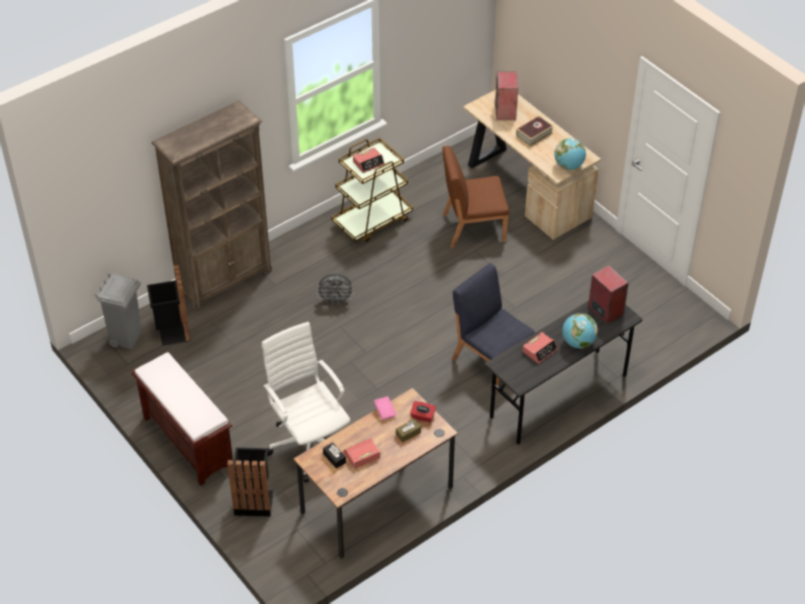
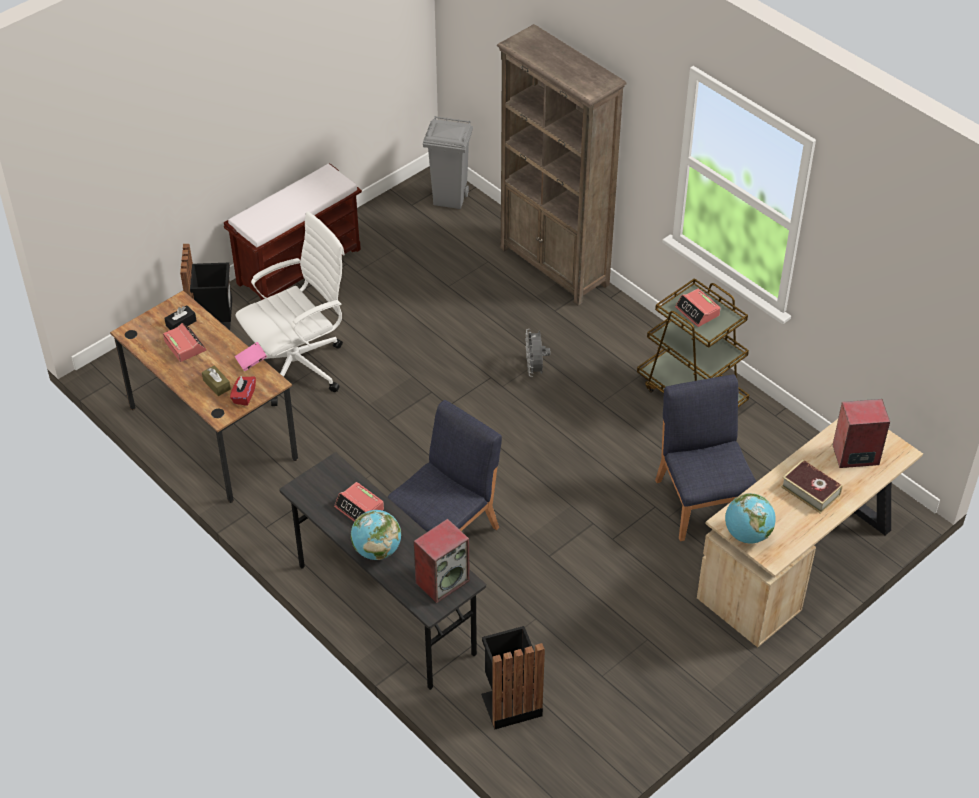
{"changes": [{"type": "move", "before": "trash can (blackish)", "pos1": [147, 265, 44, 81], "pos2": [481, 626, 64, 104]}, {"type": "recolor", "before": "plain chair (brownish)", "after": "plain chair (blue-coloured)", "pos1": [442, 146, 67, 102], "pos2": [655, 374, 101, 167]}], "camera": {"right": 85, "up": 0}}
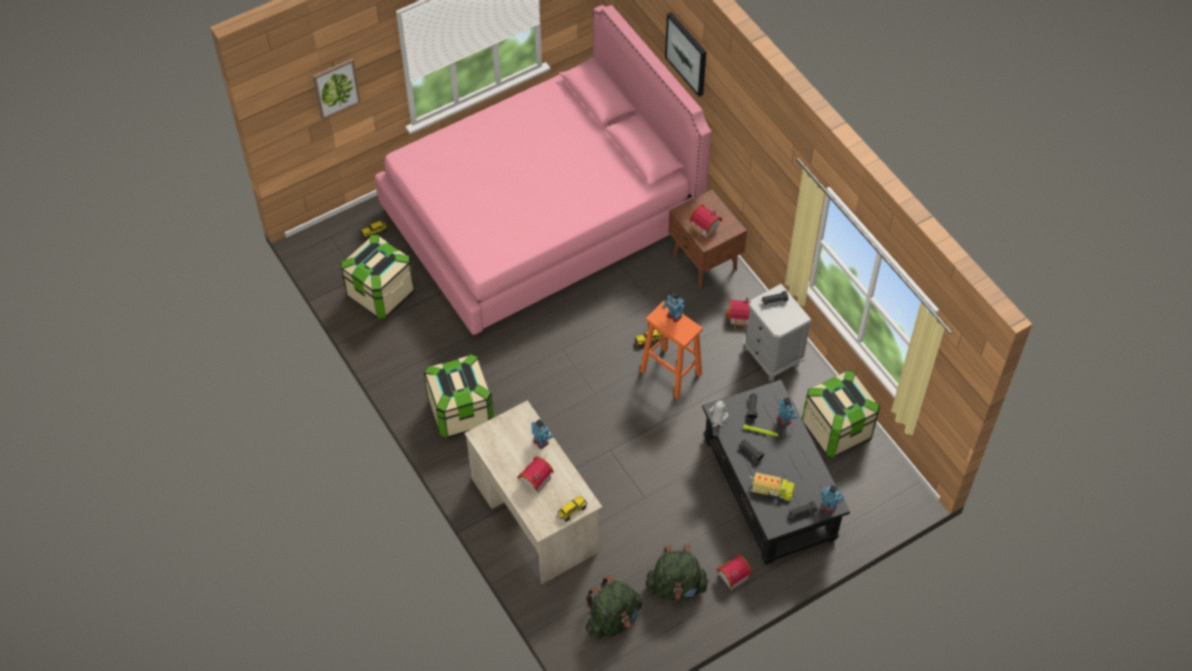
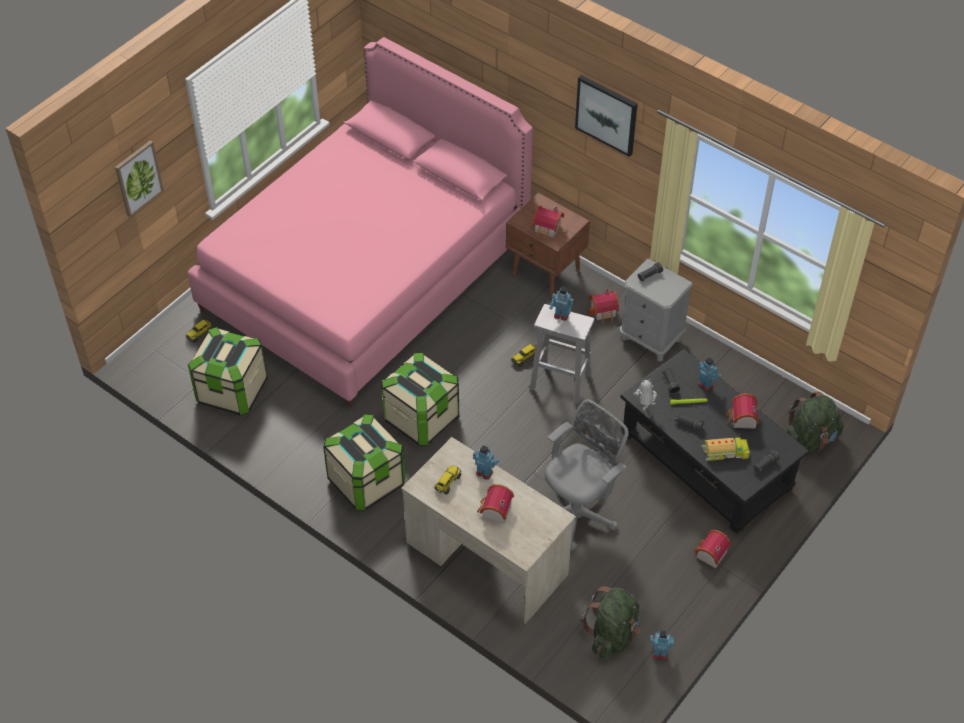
{"changes": [{"type": "move", "before": "model truck", "pos1": [557, 496, 30, 26], "pos2": [434, 465, 27, 30]}, {"type": "recolor", "before": "stool seat (orange-coloured)", "after": "stool seat (whitish)", "pos1": [640, 301, 63, 98], "pos2": [530, 304, 65, 100]}, {"type": "move", "before": "backpack (greenish)", "pos1": [646, 545, 64, 56], "pos2": [786, 391, 58, 62]}, {"type": "move", "before": "wall picture", "pos1": [665, 12, 41, 85], "pos2": [575, 75, 62, 82]}, {"type": "move", "before": "storage bin", "pos1": [802, 370, 78, 88], "pos2": [382, 353, 77, 93]}, {"type": "move", "before": "toy robot", "pos1": [820, 485, 24, 28], "pos2": [650, 630, 24, 30]}, {"type": "insert", "after": "computer chair (grey)", "pos2": [545, 399, 84, 152]}, {"type": "insert", "after": "miniature house", "pos2": [726, 393, 33, 36]}], "camera": {"right": -20, "up": -5}}
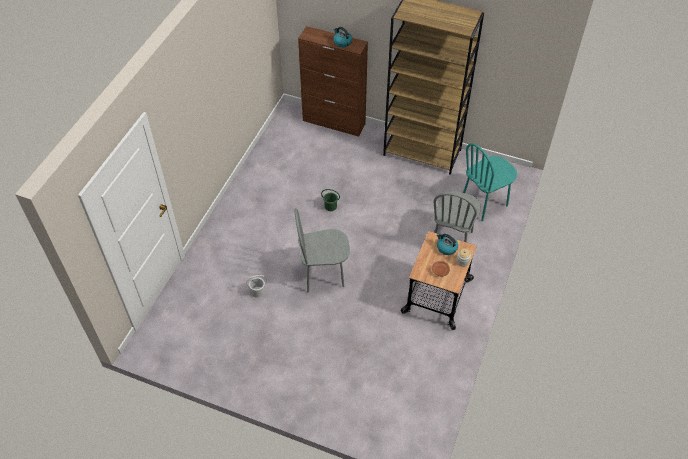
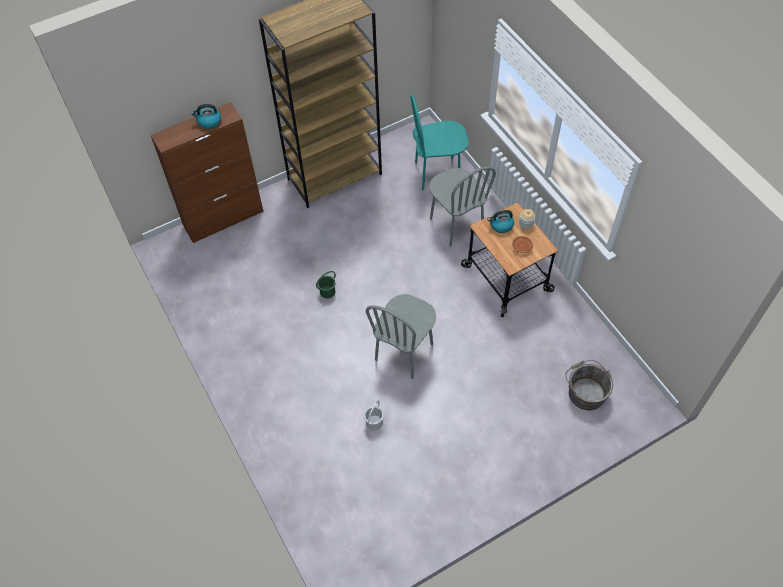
{"changes": [{"type": "rotate", "before": "plain chair (turquoise-coloured)", "pos1": [463, 143, 54, 78], "pos2": [411, 94, 58, 97], "turn": 75}, {"type": "insert", "after": "pail (grey)", "pos2": [565, 360, 48, 50]}], "camera": {"right": -50, "up": 5}}
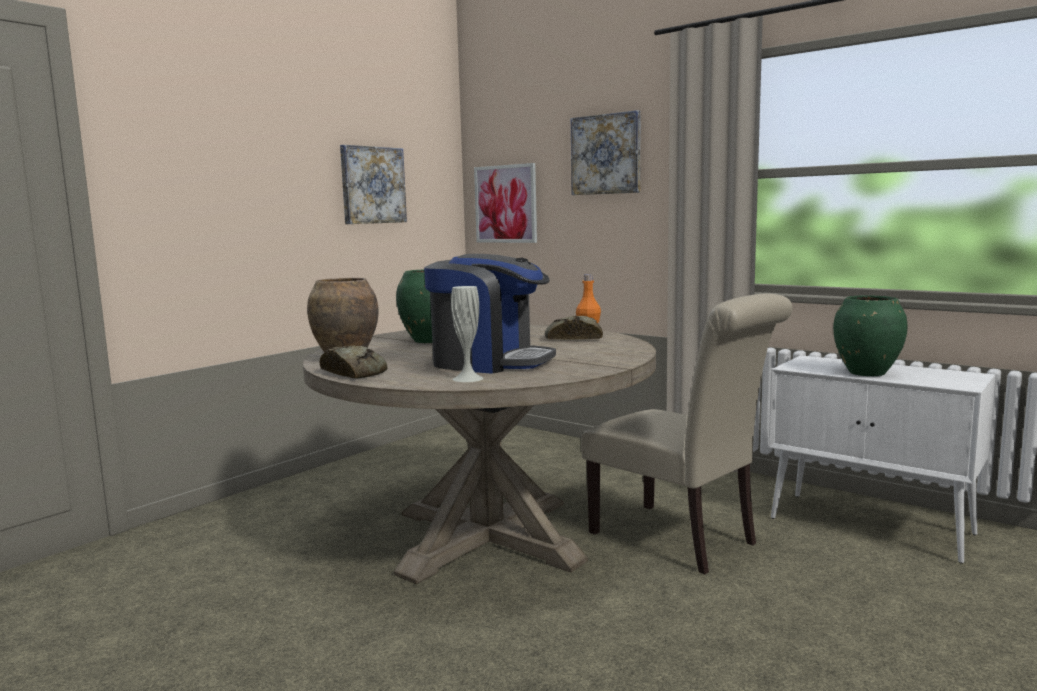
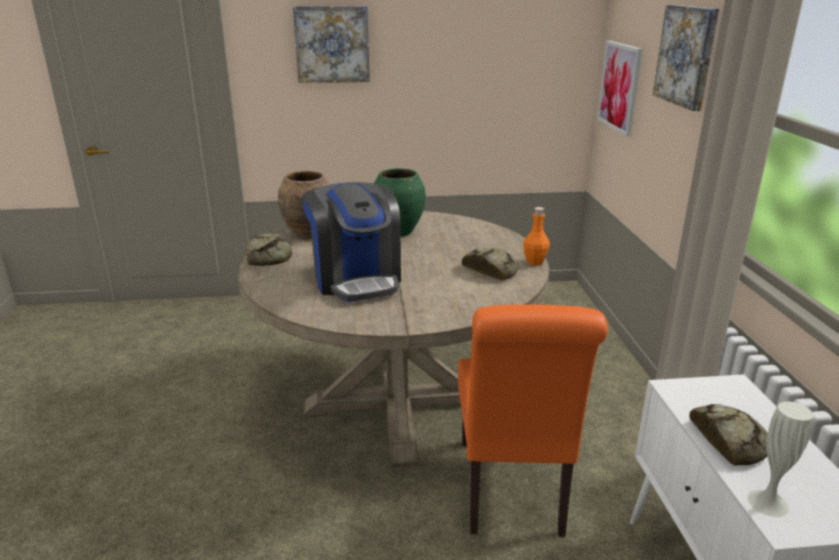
{"changes": [{"type": "move", "before": "wall picture", "pos1": [340, 145, 67, 79], "pos2": [293, 6, 77, 77]}, {"type": "move", "before": "vase (whitish)", "pos1": [451, 286, 32, 96], "pos2": [747, 401, 66, 116]}, {"type": "recolor", "before": "plain chair (beige)", "after": "plain chair (orange-coloured)", "pos1": [581, 294, 212, 280], "pos2": [458, 305, 150, 232]}, {"type": "replace", "before": "vase (greenish)", "after": "baked bread", "pos1": [833, 295, 75, 81], "pos2": [689, 404, 79, 62]}], "camera": {"right": 45, "up": 15}}
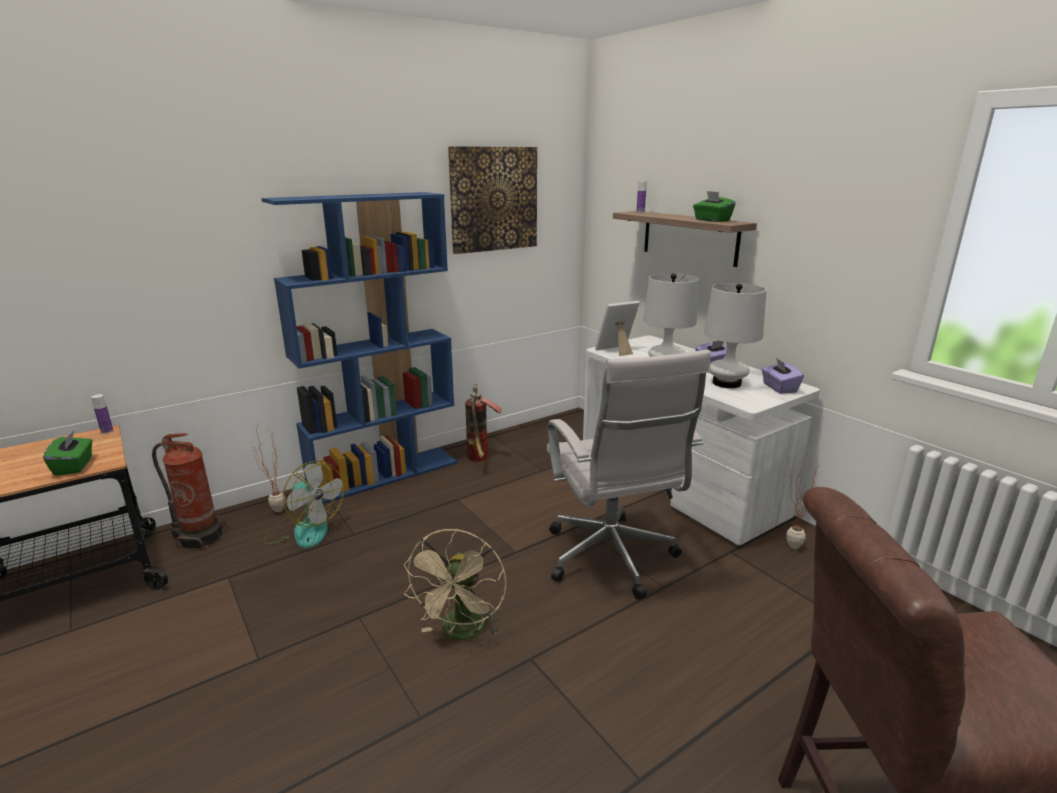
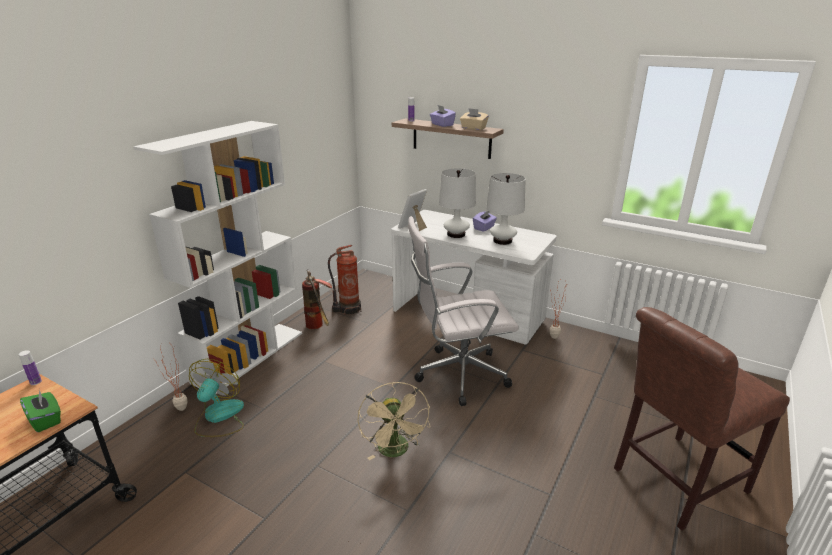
{"changes": [{"type": "move", "before": "fire extinguisher", "pos1": [152, 433, 74, 116], "pos2": [328, 245, 33, 70]}, {"type": "recolor", "before": "bookshelf (blue-coloured)", "after": "bookshelf (whitish)", "pos1": [262, 192, 195, 312], "pos2": [133, 121, 169, 273]}, {"type": "rotate", "before": "electric fan", "pos1": [264, 460, 80, 89], "pos2": [189, 359, 55, 78], "turn": -90}, {"type": "delete", "before": "wall picture", "pos1": [448, 146, 89, 108]}, {"type": "rotate", "before": "computer chair (whitish)", "pos1": [547, 350, 164, 250], "pos2": [408, 216, 111, 190], "turn": 120}, {"type": "recolor", "before": "box of tissues (greenish)", "after": "box of tissues (beige)", "pos1": [693, 191, 43, 31], "pos2": [460, 108, 29, 22]}, {"type": "move", "before": "box of tissues (purple)", "pos1": [762, 359, 42, 35], "pos2": [430, 105, 26, 22]}], "camera": {"right": -25, "up": 5}}
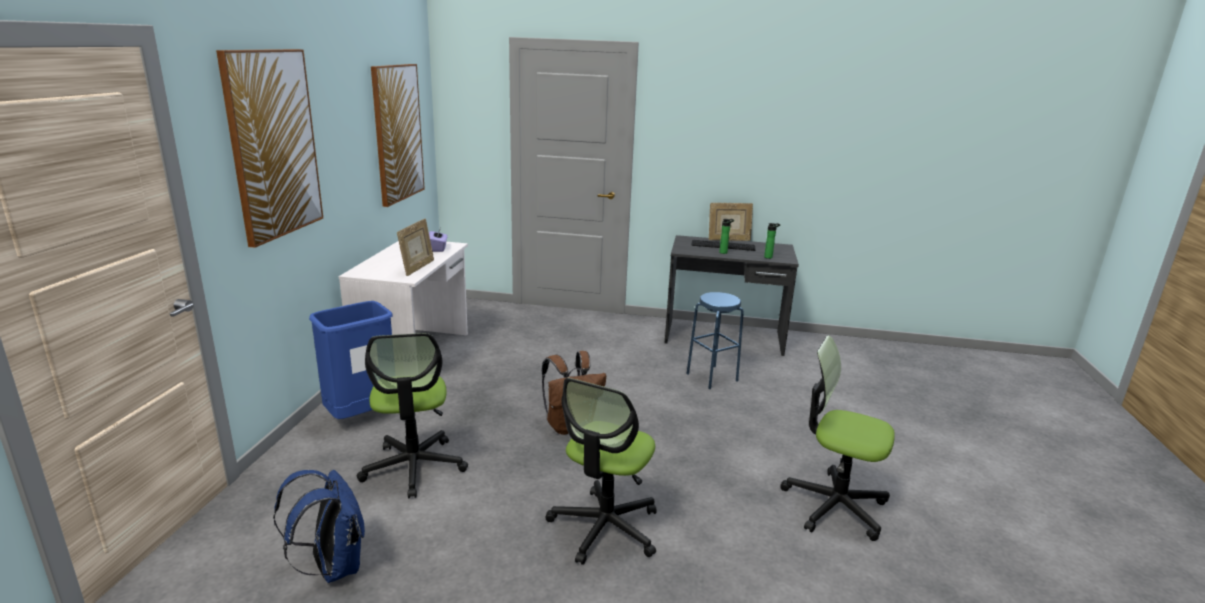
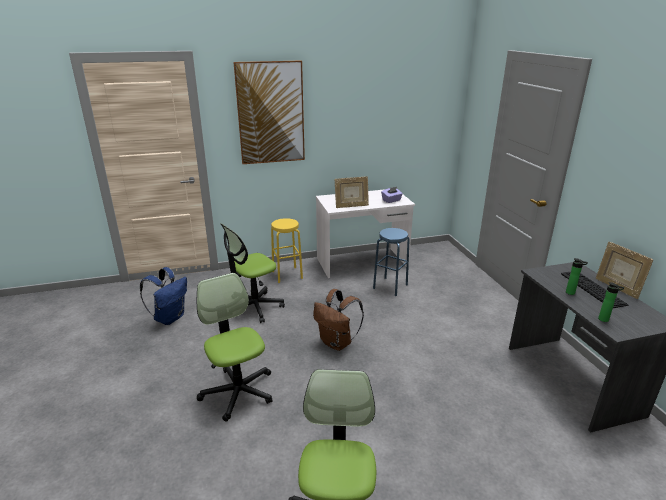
{"changes": [{"type": "replace", "before": "trash can (blue-coloured)", "after": "stool seat (yellow-coloured)", "pos1": [309, 301, 84, 118], "pos2": [271, 218, 32, 65]}, {"type": "delete", "before": "wall picture", "pos1": [371, 64, 54, 143]}, {"type": "rotate", "before": "computer chair", "pos1": [545, 378, 112, 187], "pos2": [197, 273, 76, 149], "turn": 60}, {"type": "move", "before": "stool seat (blue-coloured)", "pos1": [686, 292, 58, 97], "pos2": [373, 228, 37, 68]}], "camera": {"right": 65, "up": 5}}
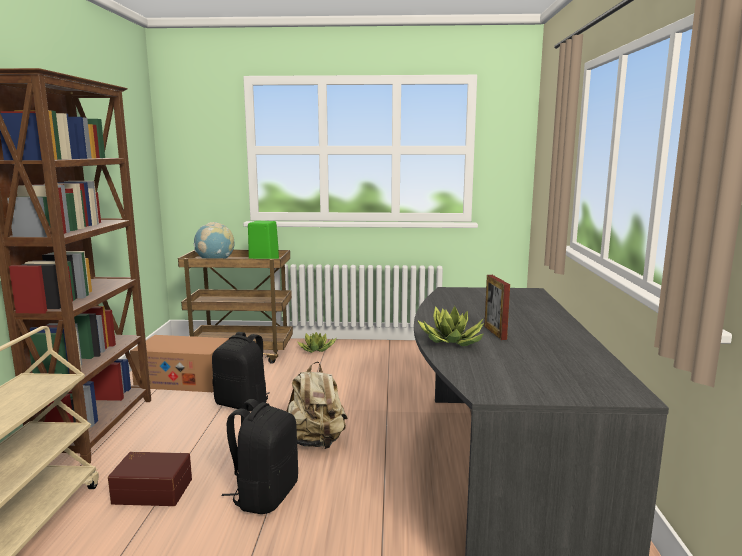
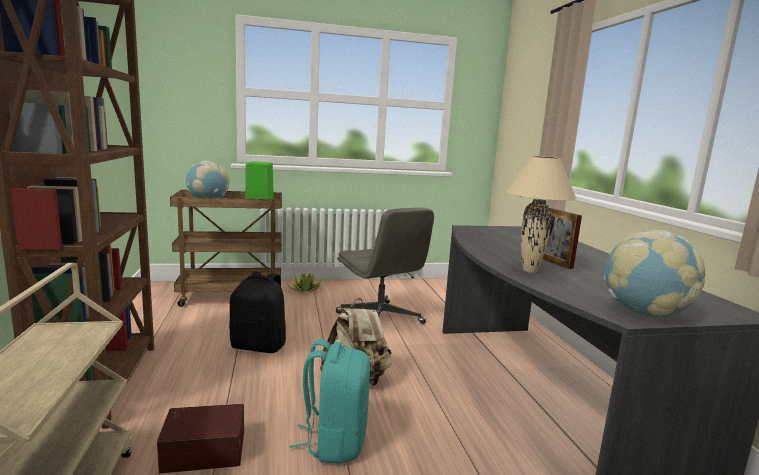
{"changes": [{"type": "delete", "before": "packing box", "pos1": [130, 335, 99, 57]}, {"type": "recolor", "before": "backpack (blackish)", "after": "backpack (turquoise-coloured)", "pos1": [222, 399, 76, 115], "pos2": [289, 339, 81, 125]}, {"type": "replace", "before": "houseplant", "after": "tabletop lamp (beige)", "pos1": [417, 306, 67, 40], "pos2": [506, 156, 71, 117]}, {"type": "insert", "after": "computer chair (grey)", "pos2": [336, 208, 98, 116]}, {"type": "insert", "after": "globe", "pos2": [604, 230, 102, 87]}], "camera": {"right": -15, "up": 0}}
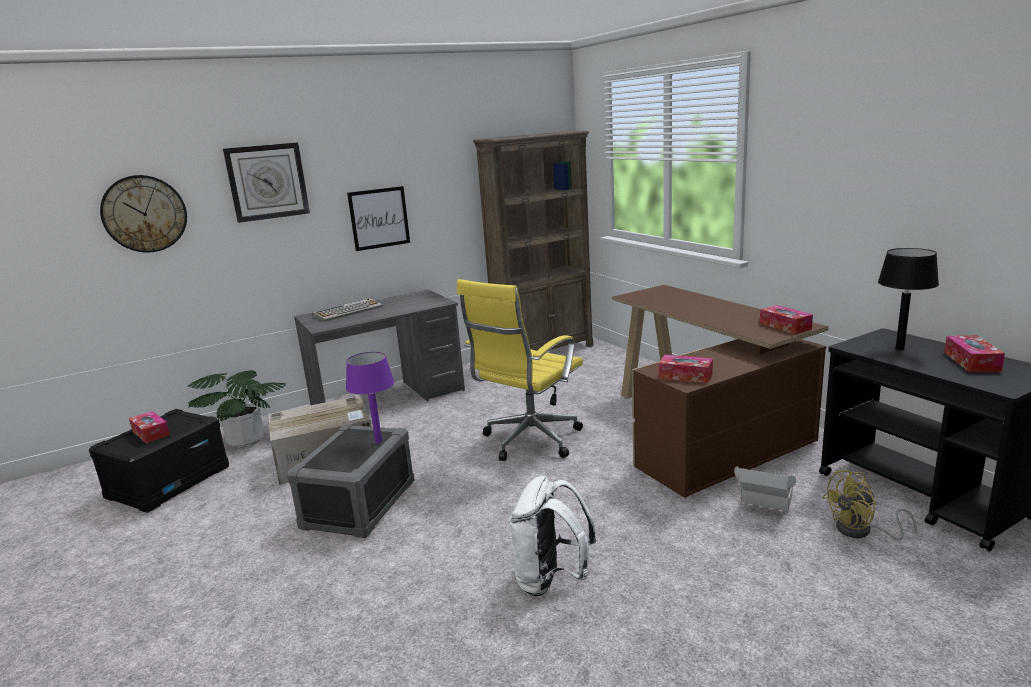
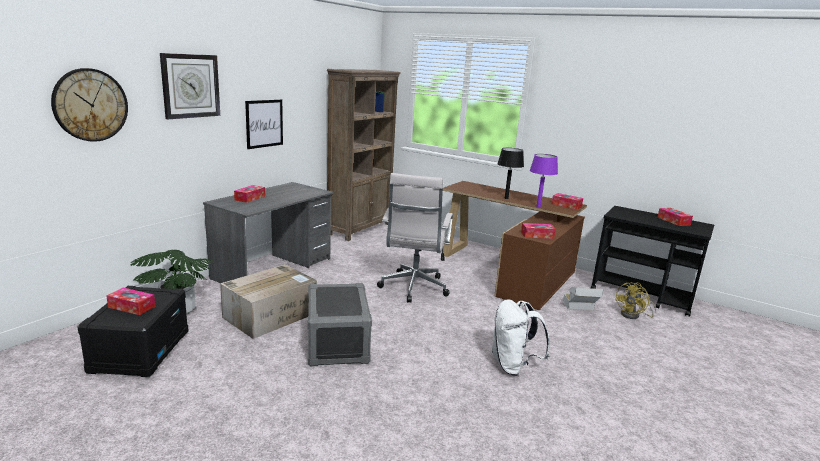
{"changes": [{"type": "replace", "before": "keyboard", "after": "box of tissues", "pos1": [312, 298, 71, 24], "pos2": [234, 185, 31, 18]}, {"type": "move", "before": "tabletop lamp (purple)", "pos1": [346, 352, 48, 91], "pos2": [530, 154, 28, 54]}, {"type": "recolor", "before": "computer chair (yellow-coloured)", "after": "computer chair (whitish)", "pos1": [457, 279, 126, 182], "pos2": [377, 173, 76, 130]}, {"type": "move", "before": "tabletop lamp (blackish)", "pos1": [878, 248, 61, 102], "pos2": [497, 148, 27, 51]}], "camera": {"right": -30, "up": 0}}
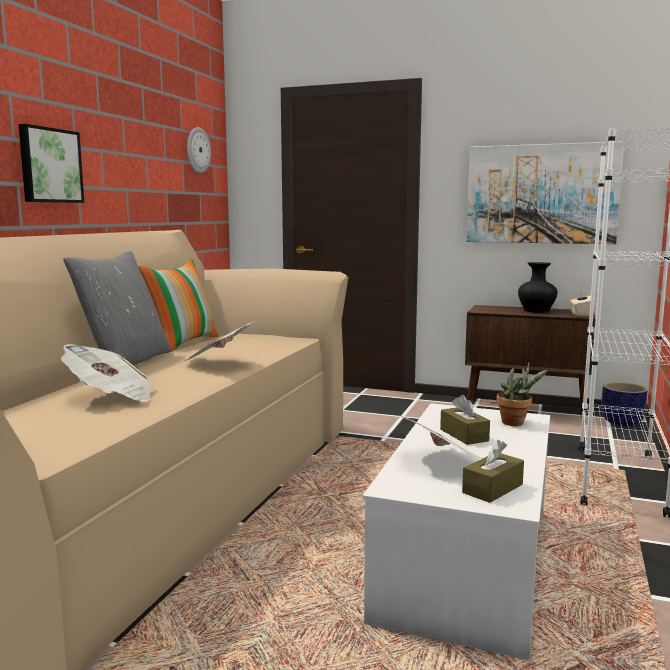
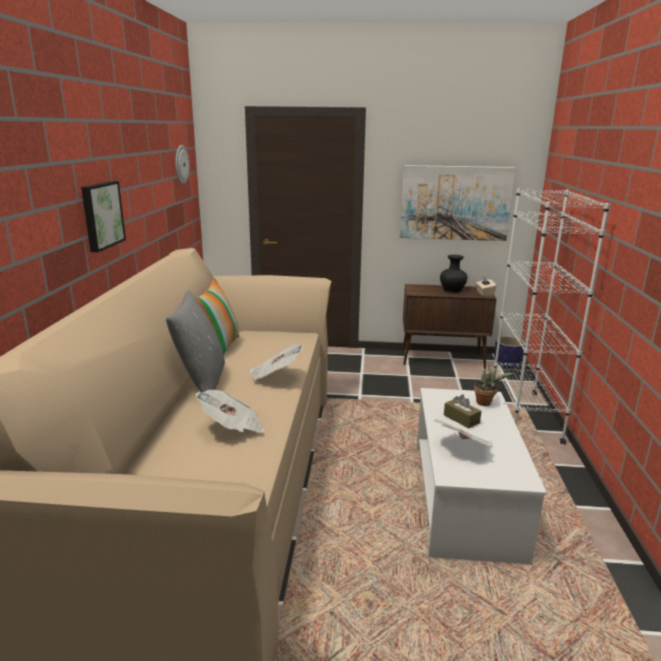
{"changes": [{"type": "delete", "before": "box of tissues (brownish)", "pos1": [462, 440, 62, 63]}], "camera": {"right": -15, "up": 10}}
